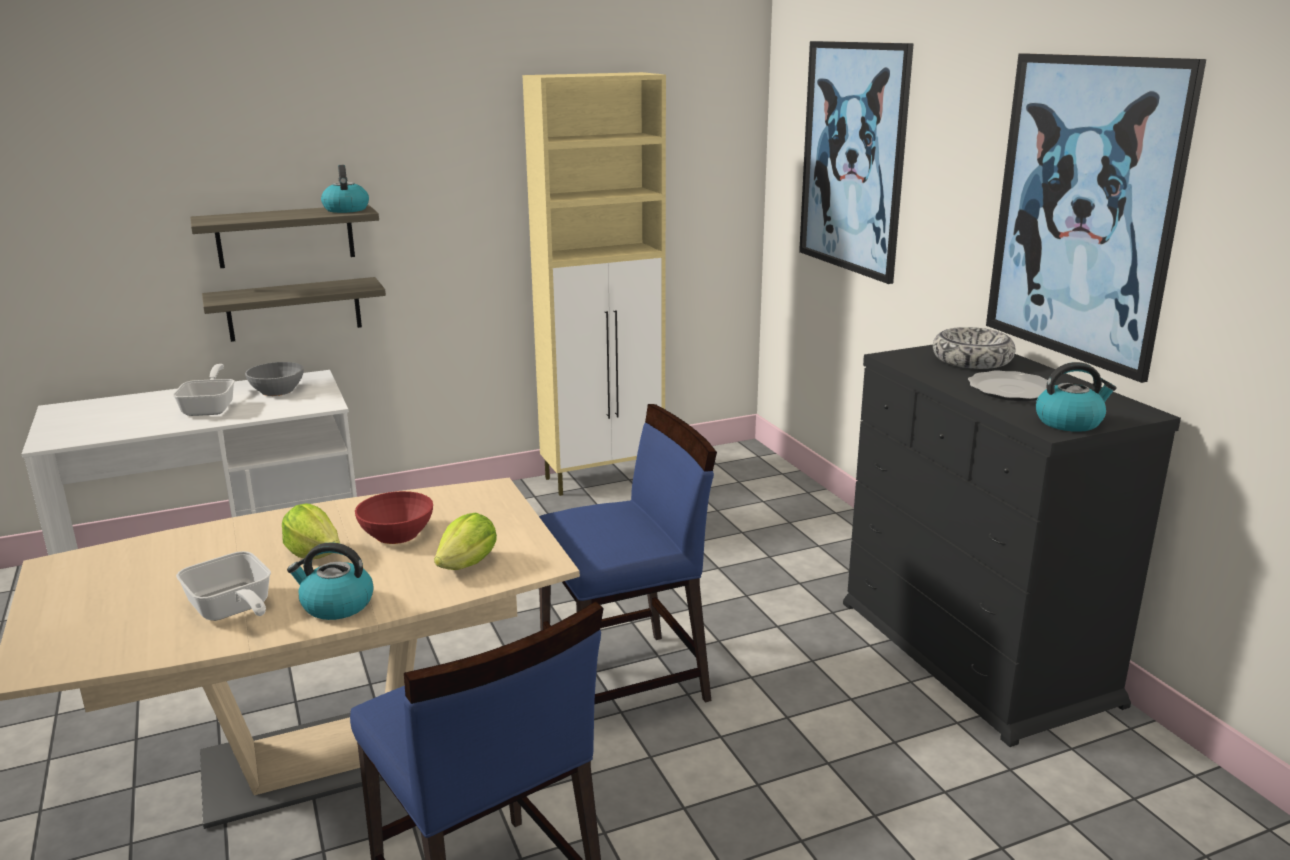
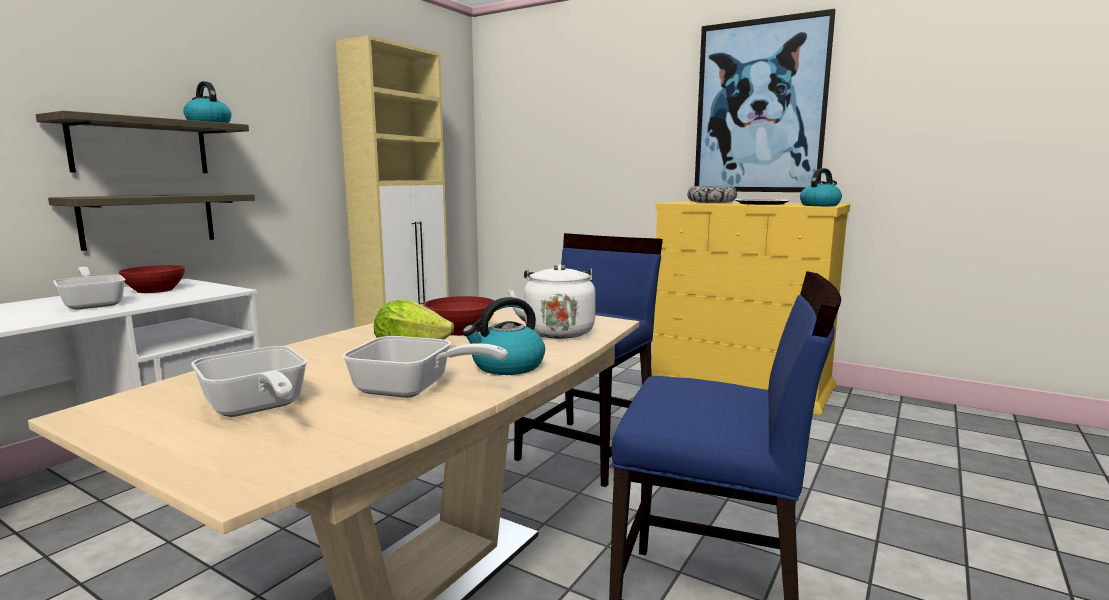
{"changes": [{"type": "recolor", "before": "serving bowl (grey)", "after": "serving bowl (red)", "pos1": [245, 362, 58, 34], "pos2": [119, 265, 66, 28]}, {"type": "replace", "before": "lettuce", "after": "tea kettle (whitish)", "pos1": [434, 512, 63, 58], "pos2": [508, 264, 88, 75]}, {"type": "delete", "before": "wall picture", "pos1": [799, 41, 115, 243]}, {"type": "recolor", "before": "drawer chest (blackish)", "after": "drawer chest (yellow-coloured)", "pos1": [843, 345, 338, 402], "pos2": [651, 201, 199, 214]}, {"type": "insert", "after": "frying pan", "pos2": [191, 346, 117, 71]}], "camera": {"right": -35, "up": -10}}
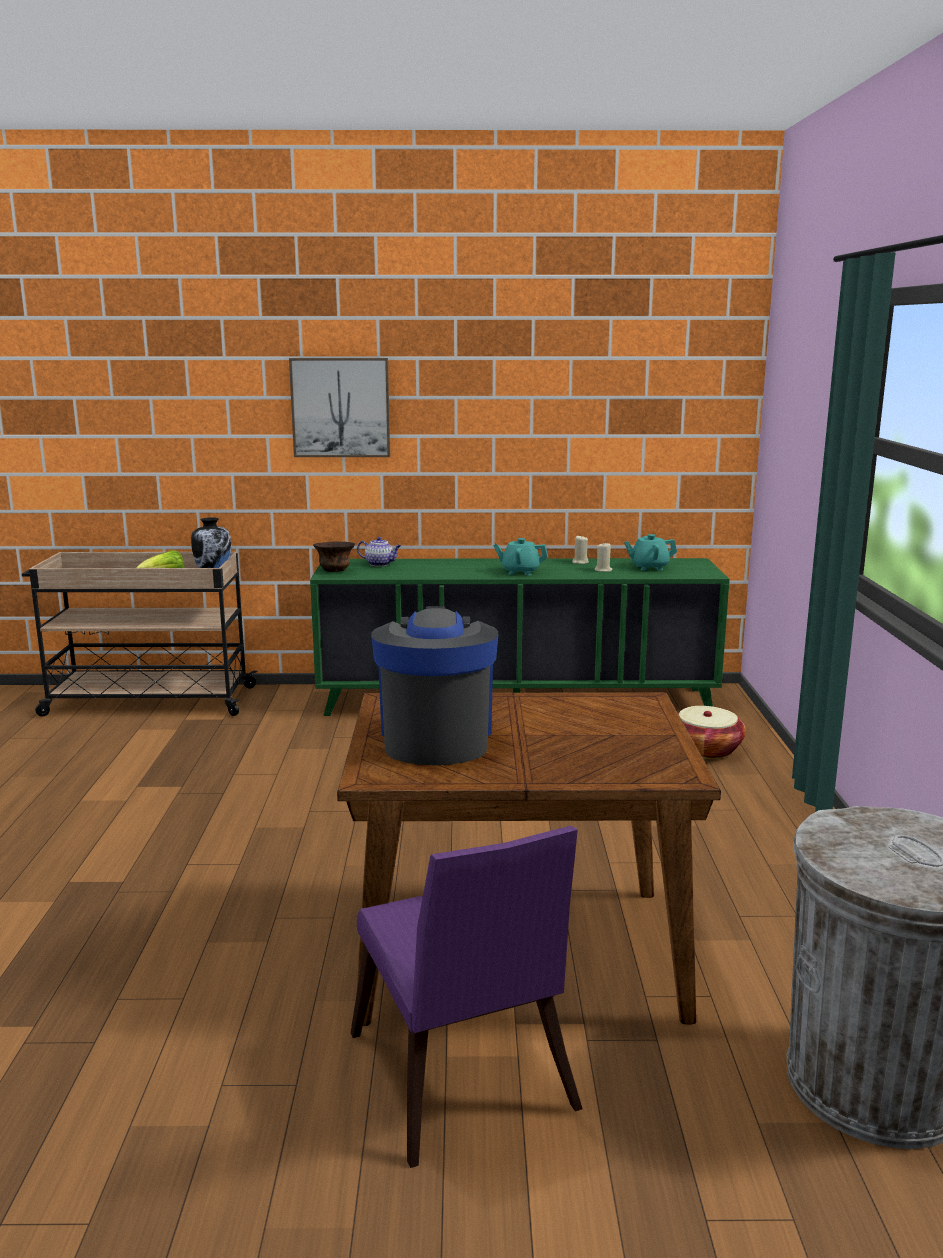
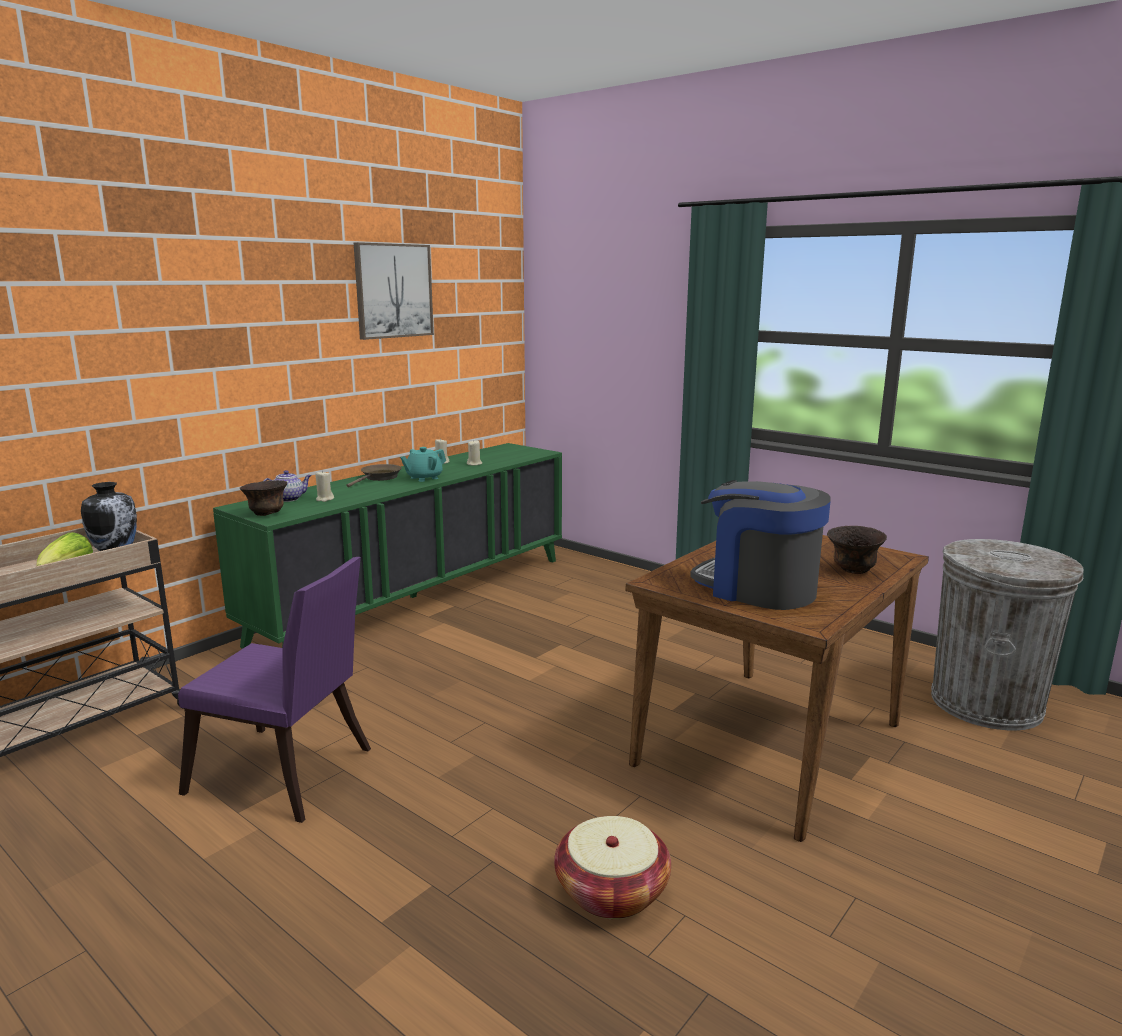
{"changes": [{"type": "move", "before": "wall picture", "pos1": [289, 358, 101, 99], "pos2": [354, 242, 80, 98]}, {"type": "move", "before": "plain chair (purple)", "pos1": [351, 826, 232, 342], "pos2": [178, 557, 193, 266]}, {"type": "delete", "before": "pot for tea (turquoise-coloured)", "pos1": [624, 534, 53, 37]}, {"type": "move", "before": "storage basket", "pos1": [678, 706, 68, 53], "pos2": [554, 816, 117, 103]}, {"type": "insert", "after": "candle (beige)", "pos2": [315, 470, 19, 32]}, {"type": "insert", "after": "frying pan (brownish)", "pos2": [347, 464, 55, 23]}, {"type": "insert", "after": "serving bowl (brownish)", "pos2": [827, 526, 60, 48]}], "camera": {"right": -50, "up": 0}}
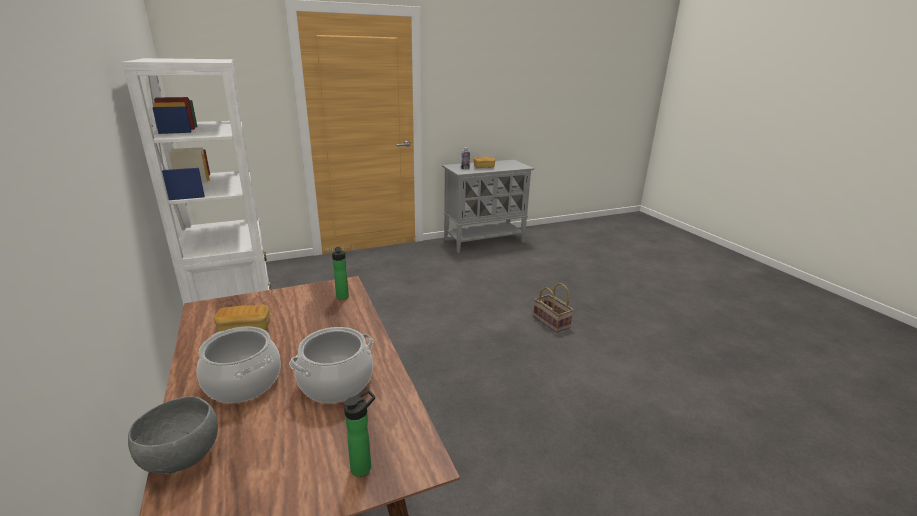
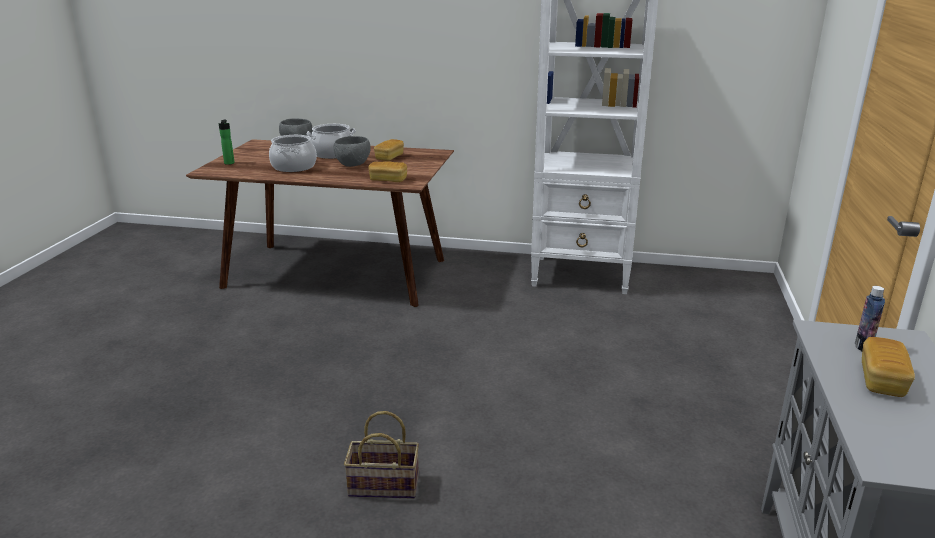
{"changes": [{"type": "replace", "before": "bottle", "after": "baked bread", "pos1": [332, 247, 17, 53], "pos2": [368, 161, 39, 21]}, {"type": "insert", "after": "serving bowl (grey)", "pos2": [334, 136, 37, 31]}], "camera": {"right": 125, "up": 0}}
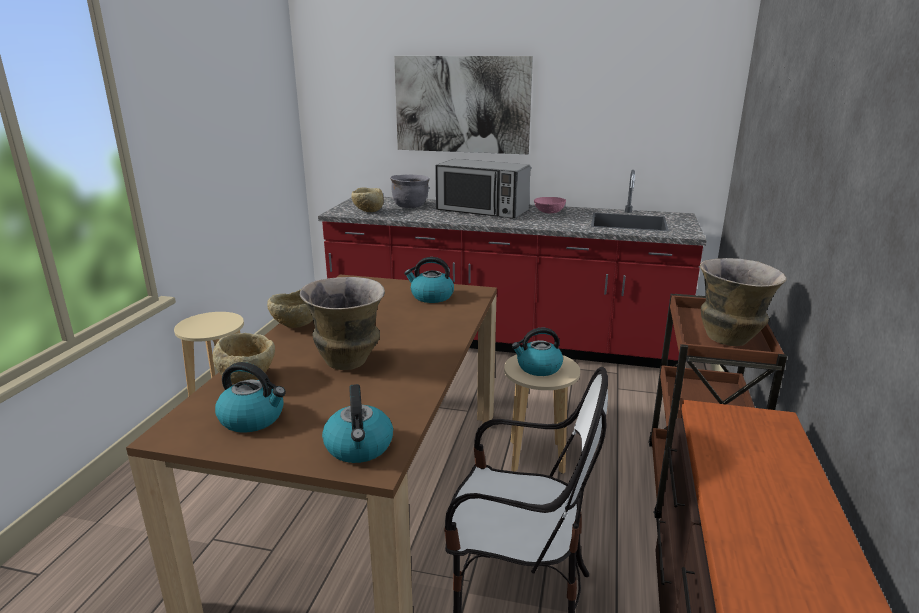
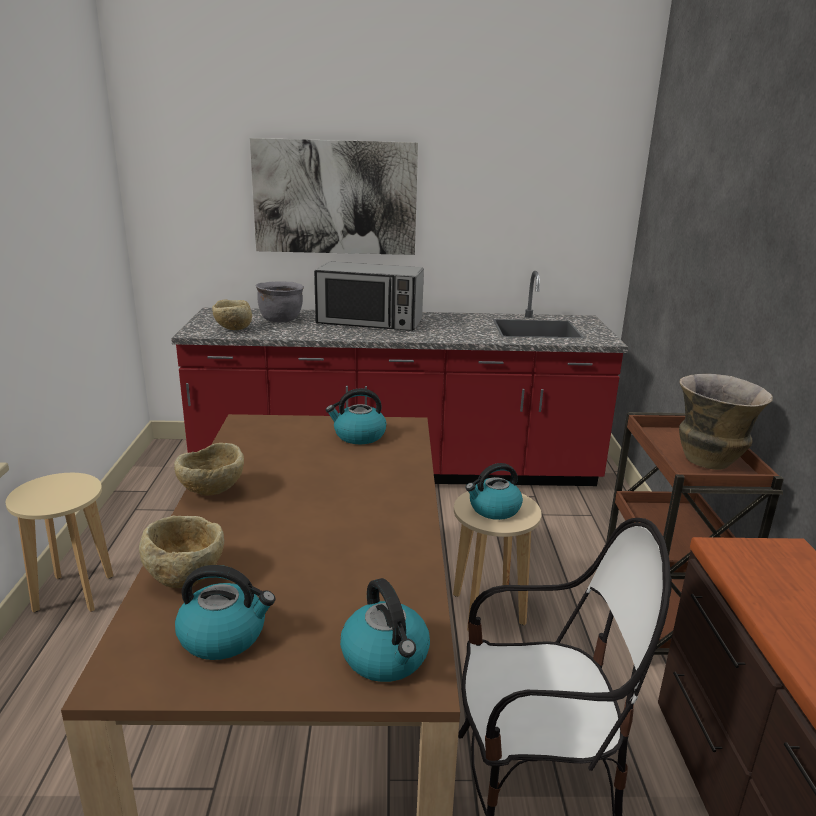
{"changes": [{"type": "delete", "before": "vase", "pos1": [300, 277, 85, 93]}, {"type": "delete", "before": "serving bowl (pinkish)", "pos1": [534, 197, 32, 16]}], "camera": {"right": -15, "up": 0}}
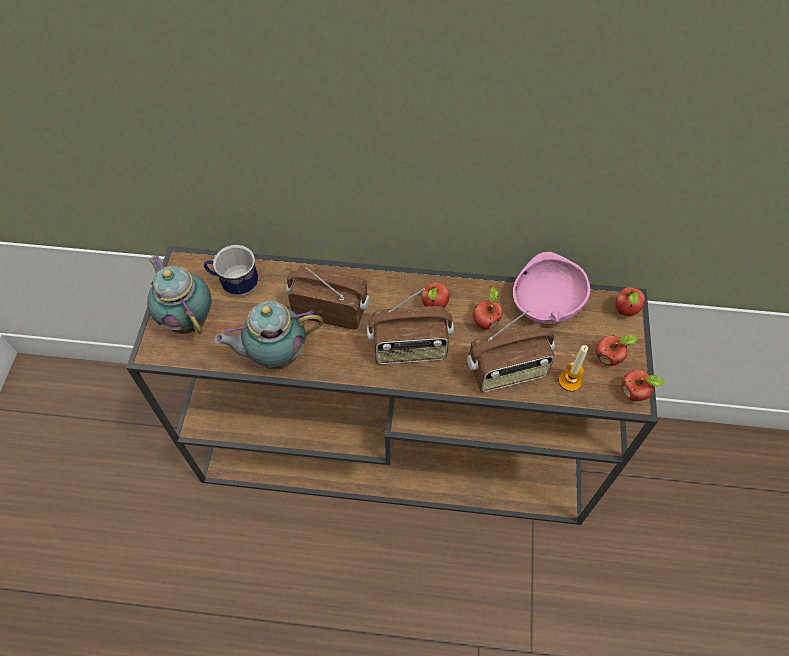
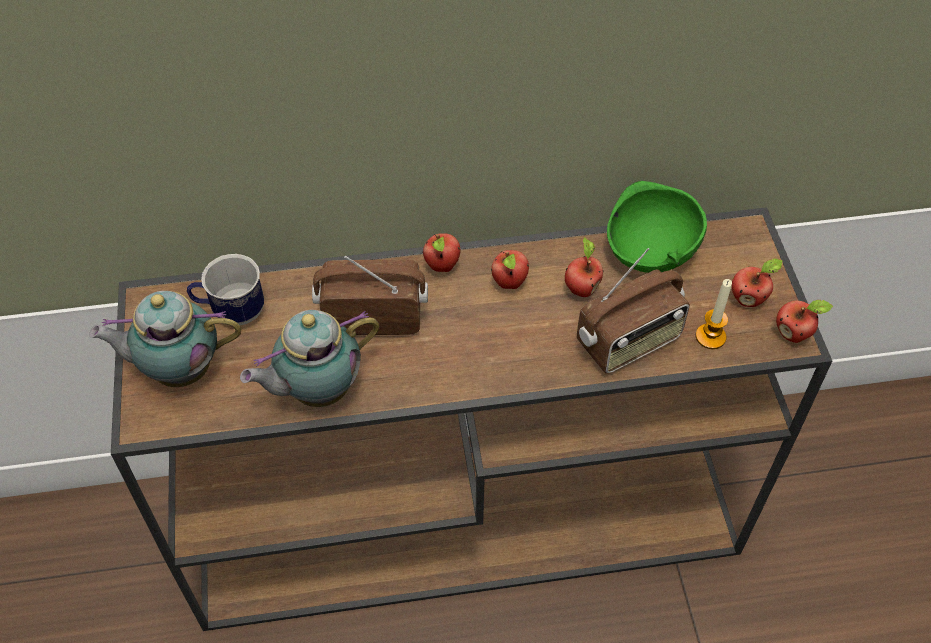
{"changes": [{"type": "rotate", "before": "pot for tea", "pos1": [147, 255, 65, 79], "pos2": [89, 291, 152, 96], "turn": -45}, {"type": "delete", "before": "radio set", "pos1": [367, 288, 87, 76]}, {"type": "recolor", "before": "serving bowl (pinkish)", "after": "serving bowl (greenish)", "pos1": [513, 252, 78, 72], "pos2": [607, 181, 100, 92]}, {"type": "move", "before": "apple", "pos1": [615, 287, 30, 29], "pos2": [422, 233, 38, 39]}], "camera": {"right": -15, "up": -5}}
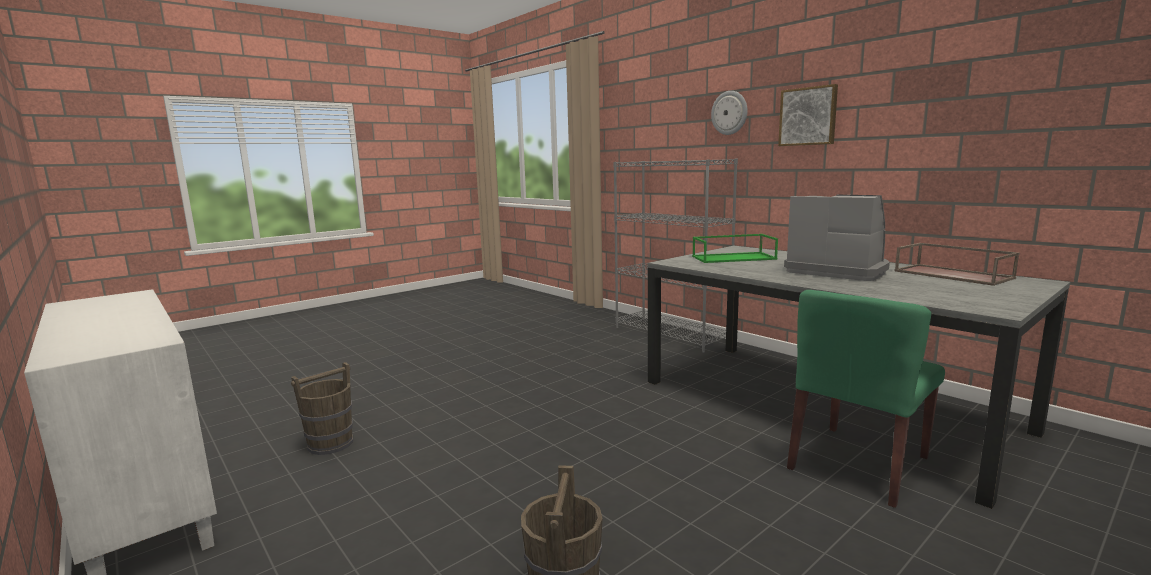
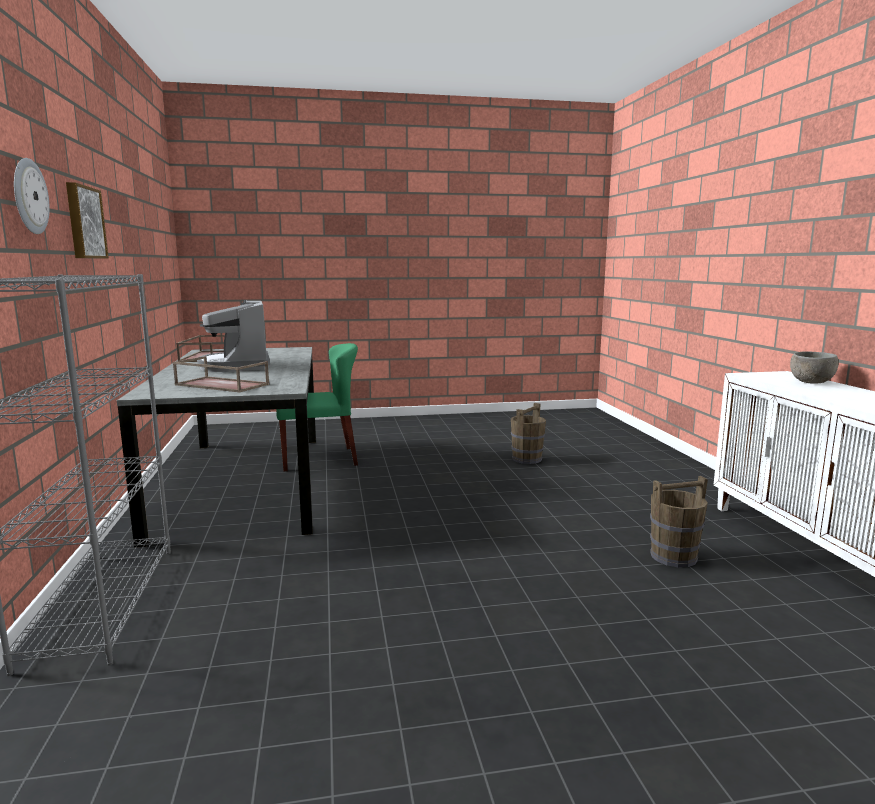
{"changes": [{"type": "recolor", "before": "carrying tray (greenish)", "after": "carrying tray (brownish)", "pos1": [692, 234, 86, 29], "pos2": [173, 356, 96, 36]}, {"type": "insert", "after": "serving bowl (grey)", "pos2": [790, 352, 49, 31]}], "camera": {"right": -150, "up": 0}}
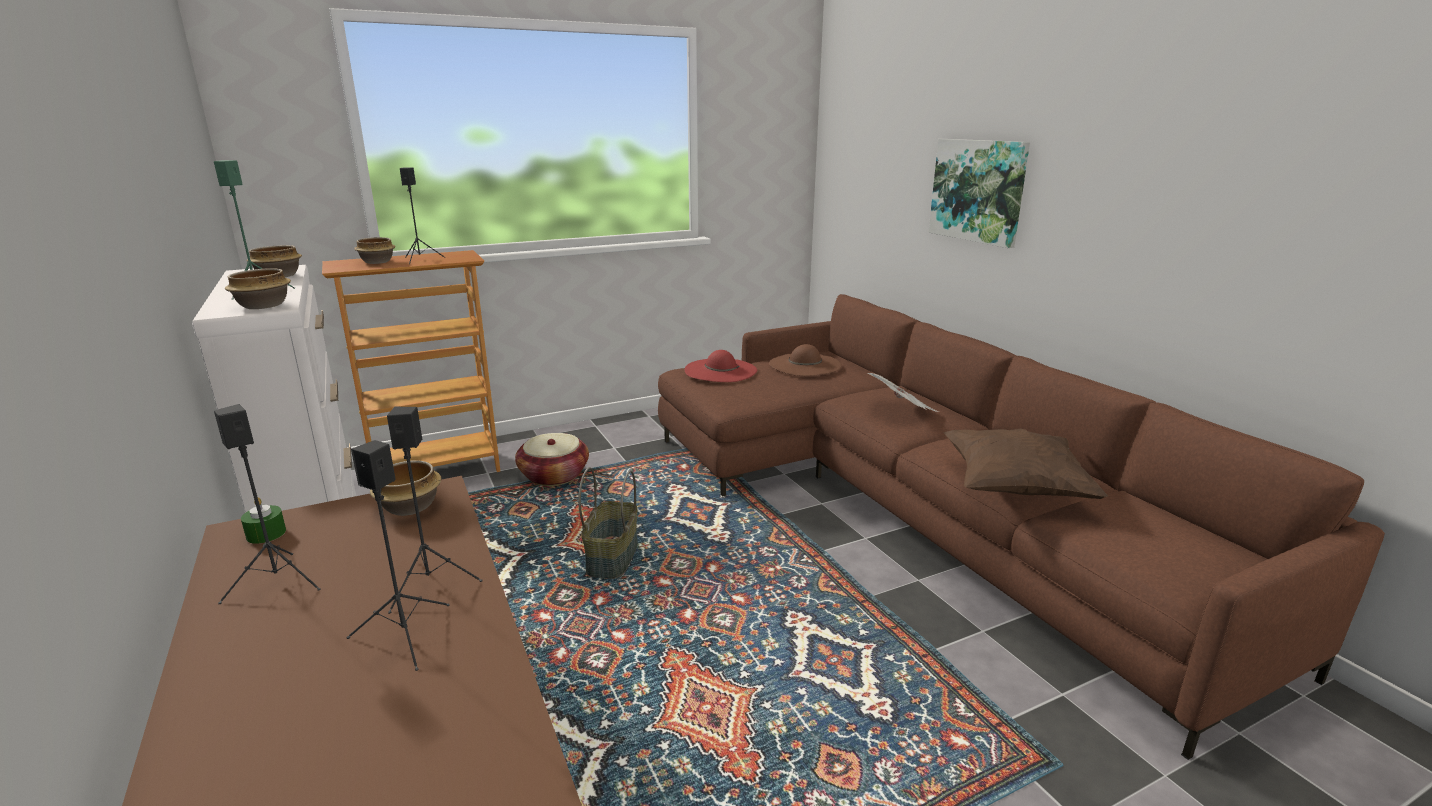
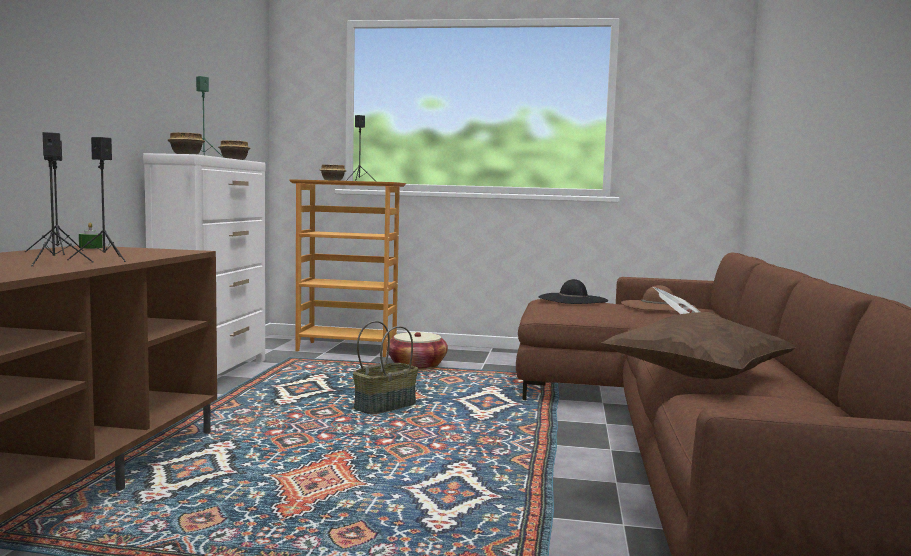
{"changes": [{"type": "delete", "before": "serving bowl", "pos1": [370, 460, 71, 56]}, {"type": "recolor", "before": "clothing hat (red)", "after": "clothing hat (blackish)", "pos1": [685, 350, 72, 32], "pos2": [538, 279, 70, 25]}, {"type": "delete", "before": "wall picture", "pos1": [929, 139, 101, 109]}], "camera": {"right": 35, "up": -15}}
